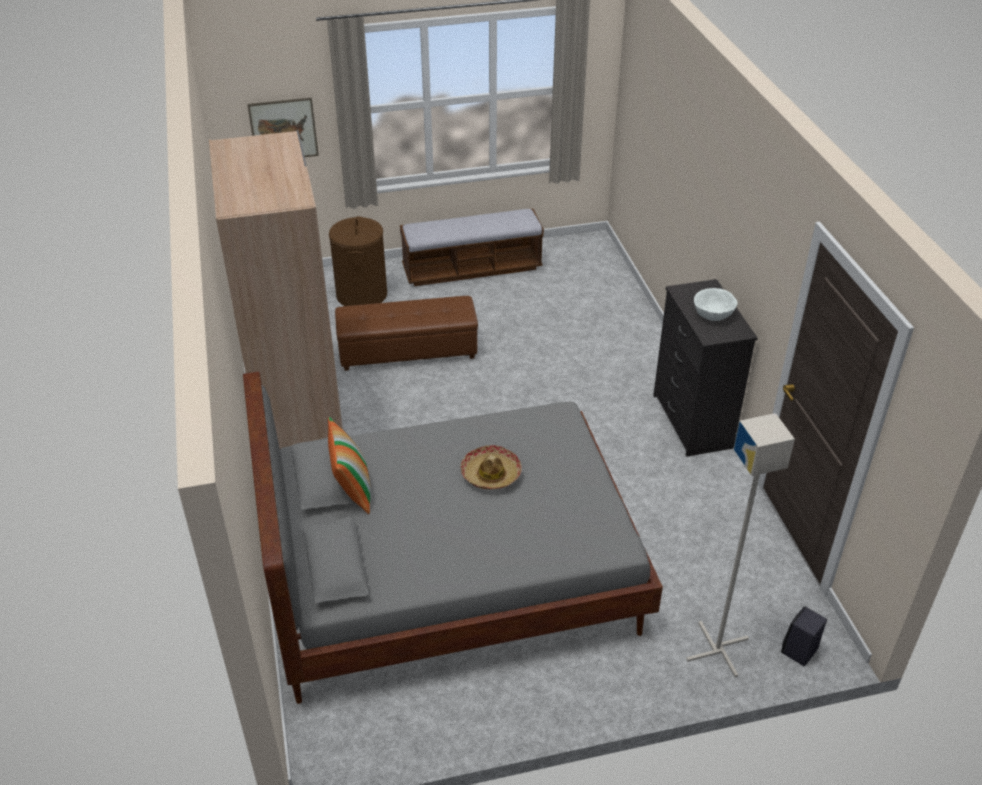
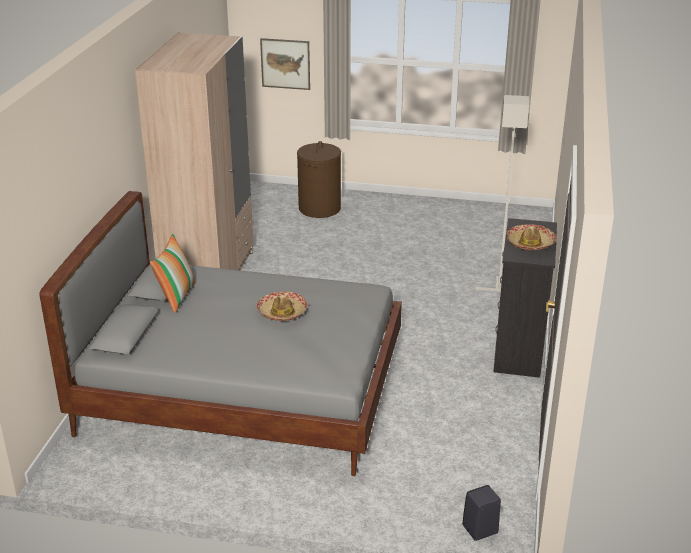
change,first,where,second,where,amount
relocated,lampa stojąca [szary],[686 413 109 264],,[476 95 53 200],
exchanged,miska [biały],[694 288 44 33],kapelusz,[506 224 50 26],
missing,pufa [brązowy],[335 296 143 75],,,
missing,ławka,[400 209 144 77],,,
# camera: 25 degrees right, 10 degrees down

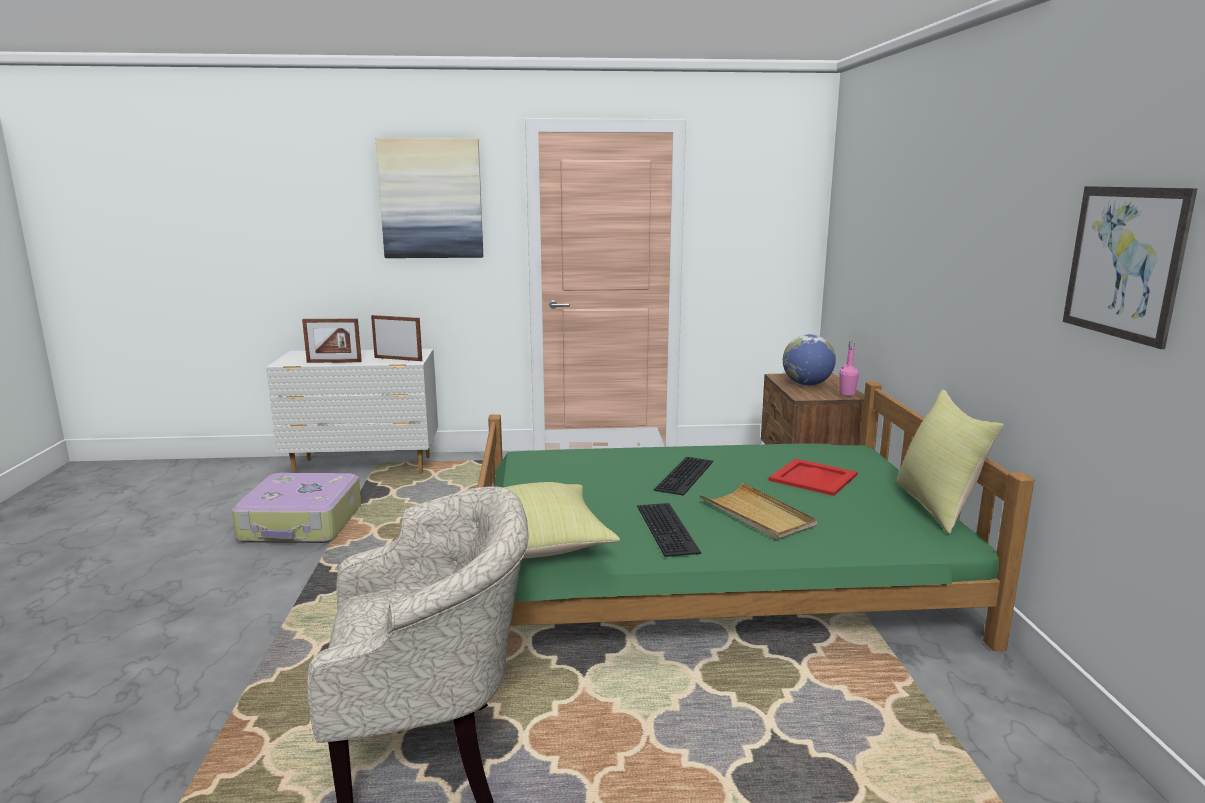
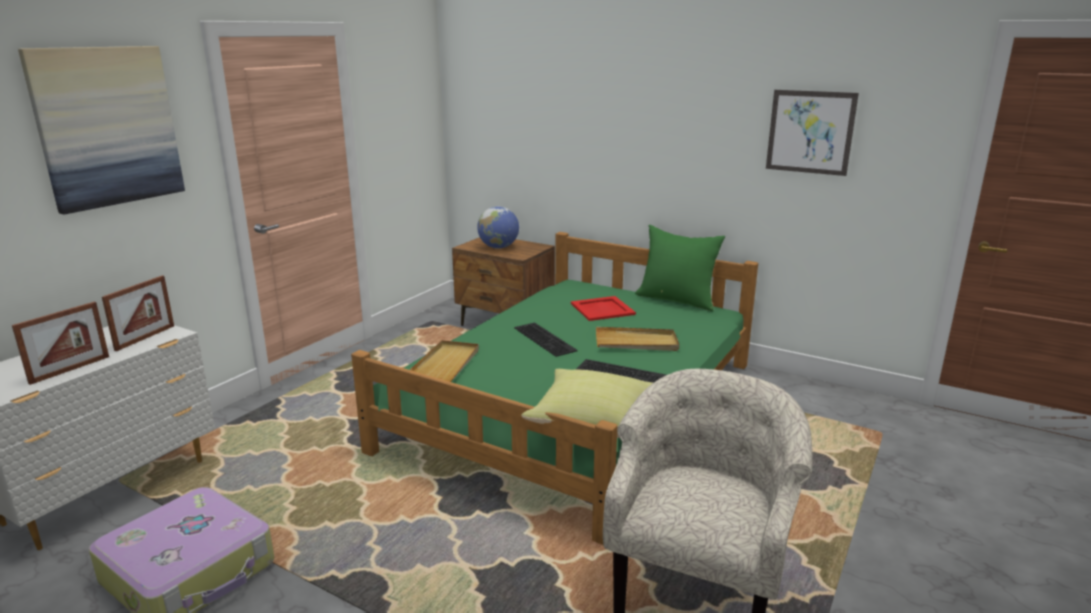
change,first,where,second,where,amount
spun,ramka na zdjęcie,[371 315 51 46],,[102 276 72 75],150 degrees clockwise
appeared,,,taca [beżowy],[410 340 69 42],
colour,poduszka [żółty],[896 390 108 144],poduszka [zielony],[635 225 90 86],
missing,butelka [różowy],[839 342 20 54],,,
# camera: 55 degrees left, 5 degrees up

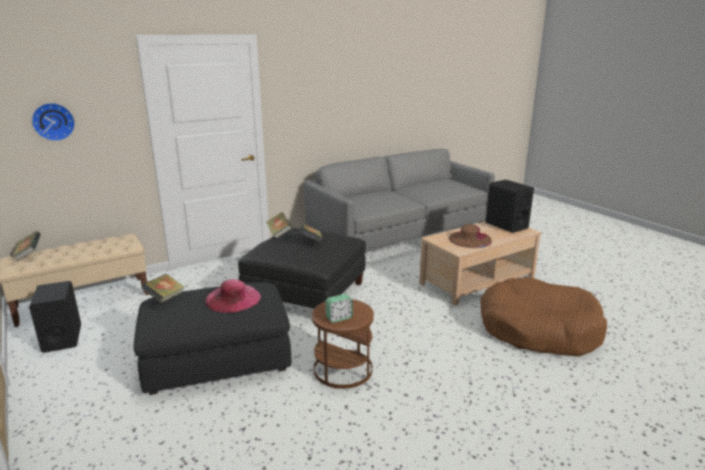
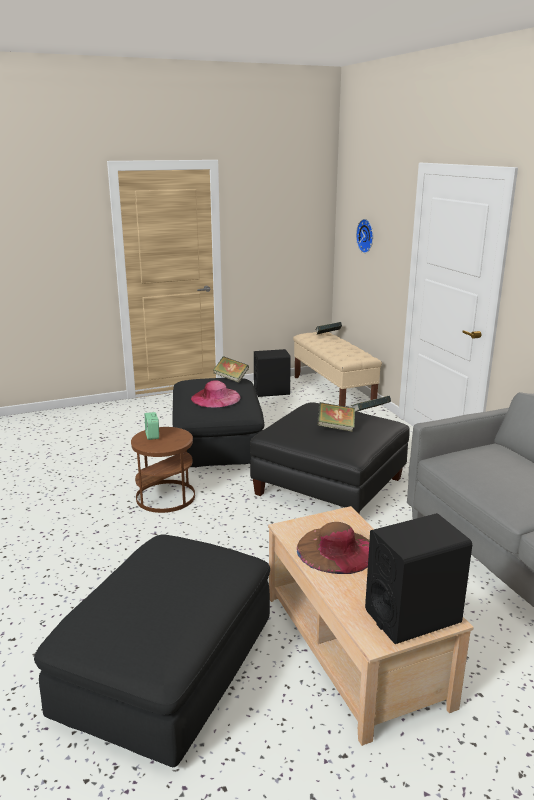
change,first,where,second,where,amount
exchanged,legowisko [brązowy],[480 277 127 79],pufa [czarny],[34 534 236 233],
# camera: 100 degrees right, 0 degrees up

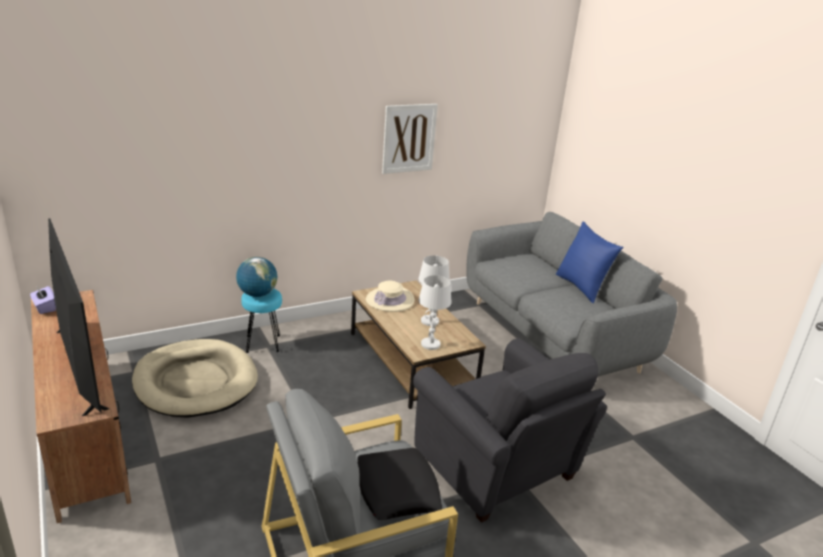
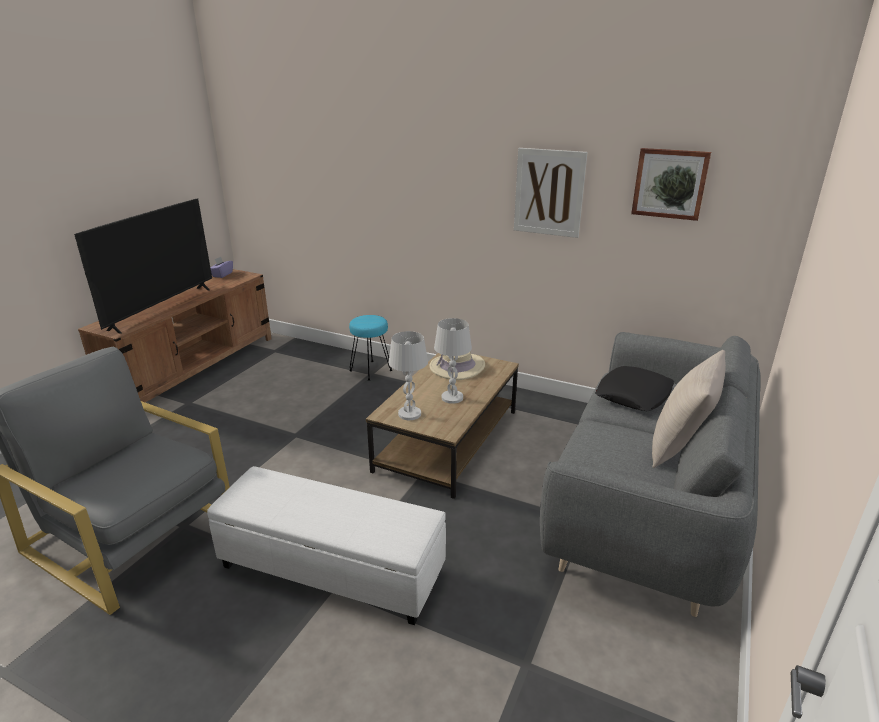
change,first,where,second,where,amount
exchanged,fotel [szary],[413 338 194 185],pufa [biały],[207 466 239 159],
relocated,poduszka [czarny],[357 448 86 72],,[595 366 79 45],
appeared,,,obraz,[631 148 80 73],
colour,poduszka [niebieski],[556 221 67 82],poduszka [beżowy],[652 350 74 118],
missing,legowisko [beżowy],[132 339 126 79],,,
missing,globus,[236 257 41 40],,,
# camera: 55 degrees right, 0 degrees up

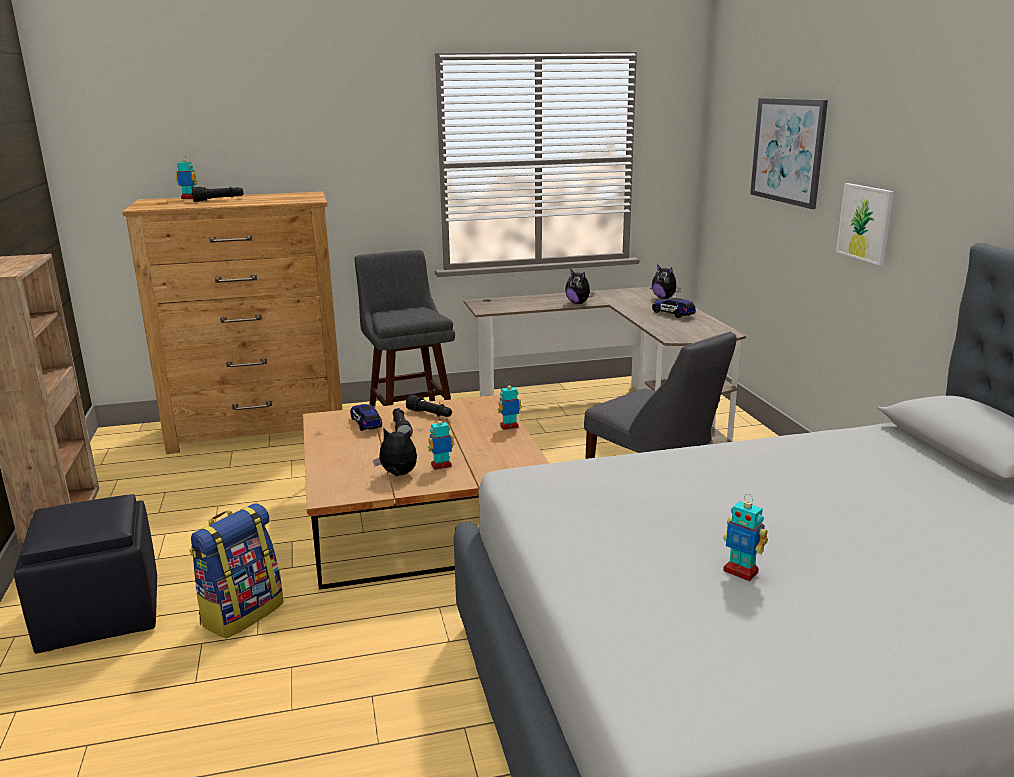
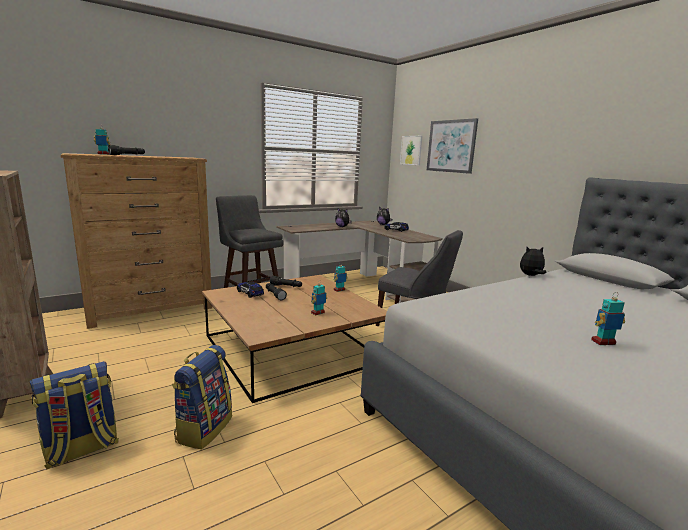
change,first,where,second,where,amount
exchanged,pufa [czarny],[14 494 143 160],plecak,[30 361 89 108],
relocated,obraz,[836 183 58 82],,[400 136 22 29],
relocated,pluszak,[373 428 44 48],,[520 246 26 30],
spun,robot zabawkowy,[723 494 45 87],,[591 292 34 53],150 degrees clockwise
# camera: 20 degrees left, 5 degrees down

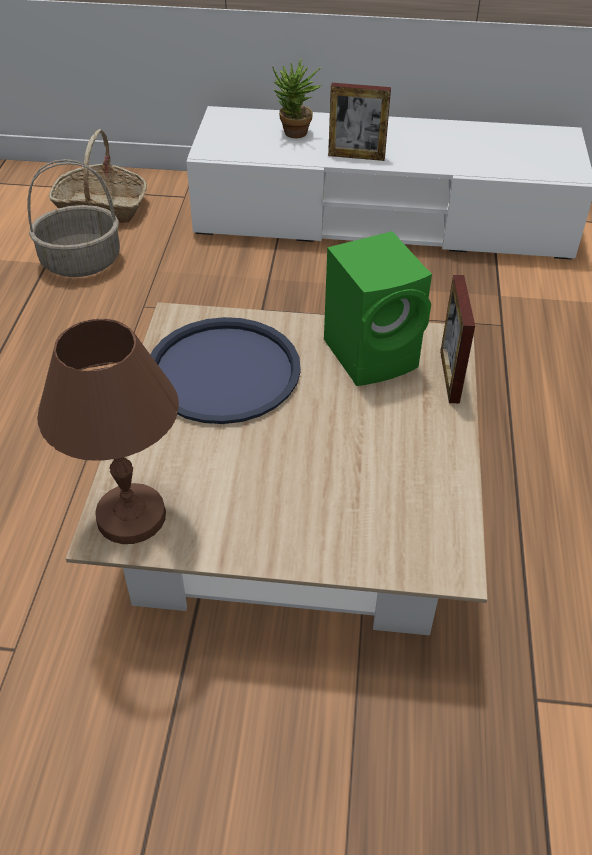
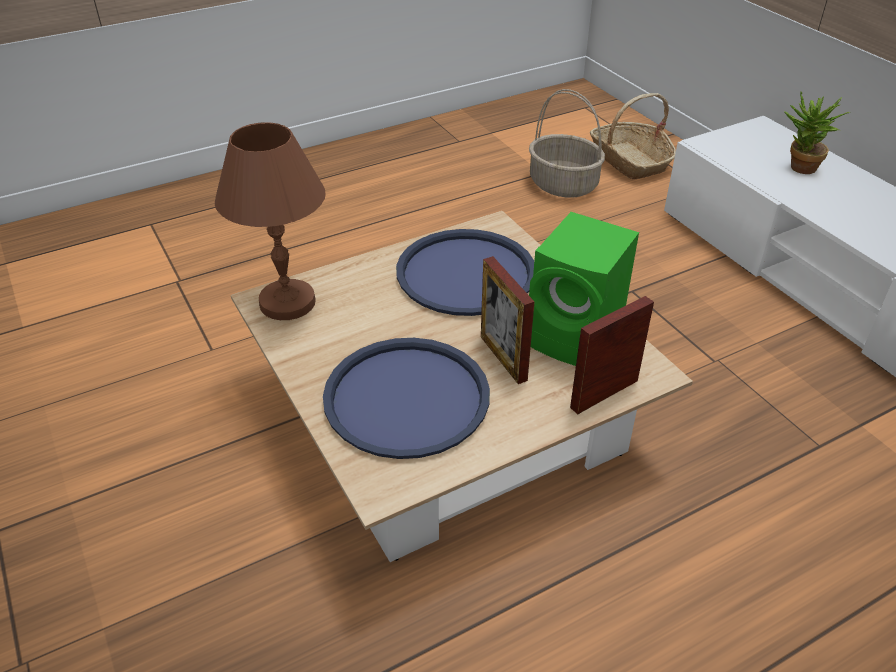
change,first,where,second,where,amount
appeared,,,taca [niebieski],[323 338 167 121],
relocated,ramka na zdjęcie,[328 83 63 78],,[481 256 53 128],
# camera: 55 degrees right, 5 degrees down

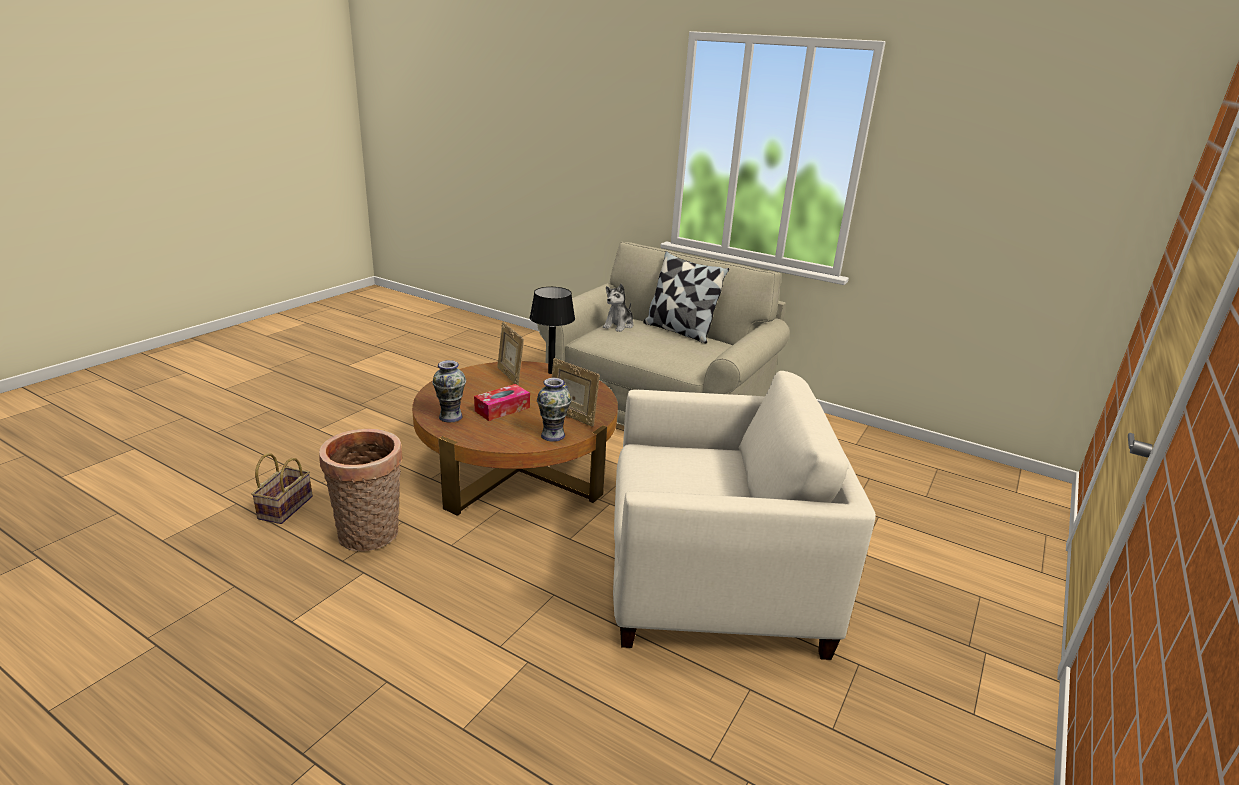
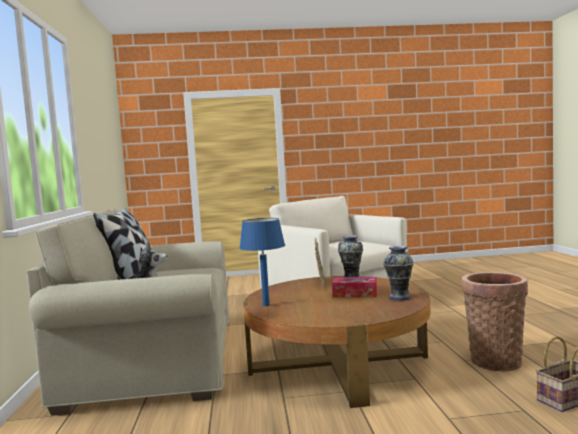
change,first,where,second,where,amount
colour,lampa stołowa [czarny],[530 287 45 87],lampa stołowa [niebieski],[240 218 45 88],
missing,ramka na zdjęcie,[497 322 27 63],,,
# camera: 125 degrees left, 20 degrees down

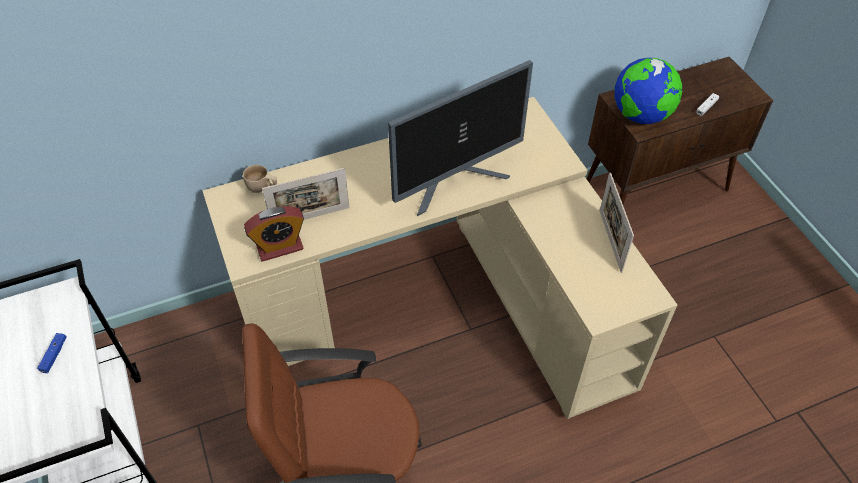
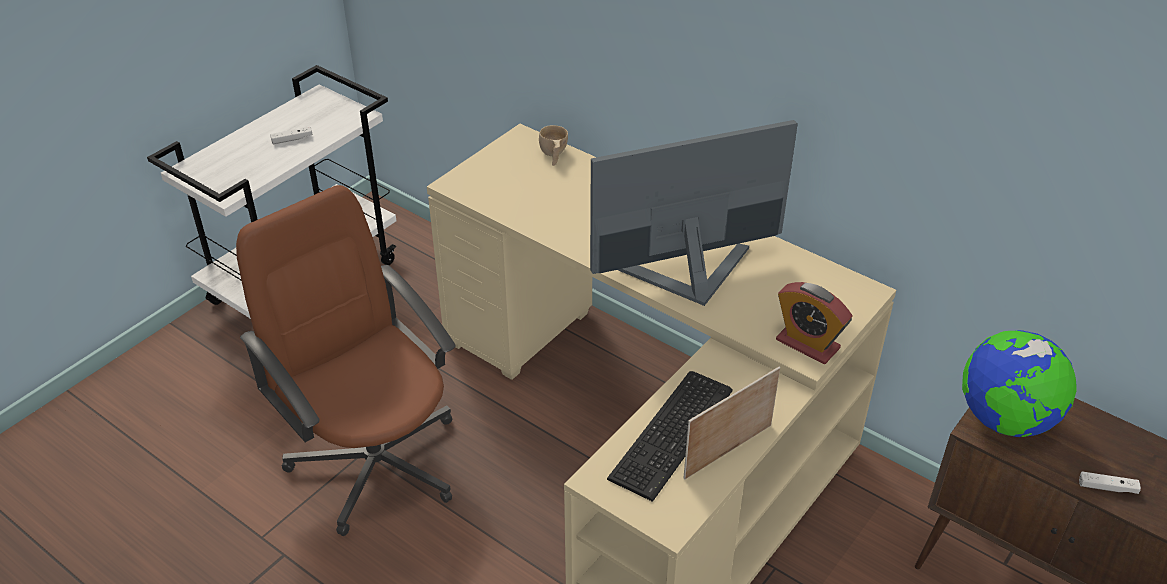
change,first,where,second,where,amount
colour,pad do gier [niebieski],[37 333 30 40],pad do gier [biały],[270 127 42 17],
spun,monitor,[388 60 145 156],,[590 120 208 186],135 degrees clockwise
appeared,,,klawiatura,[607 371 126 131],
relocated,budzik,[244 206 60 56],,[776 282 76 82],
missing,ramka na zdjęcie,[262 168 88 52],,,
# camera: 60 degrees right, 10 degrees down

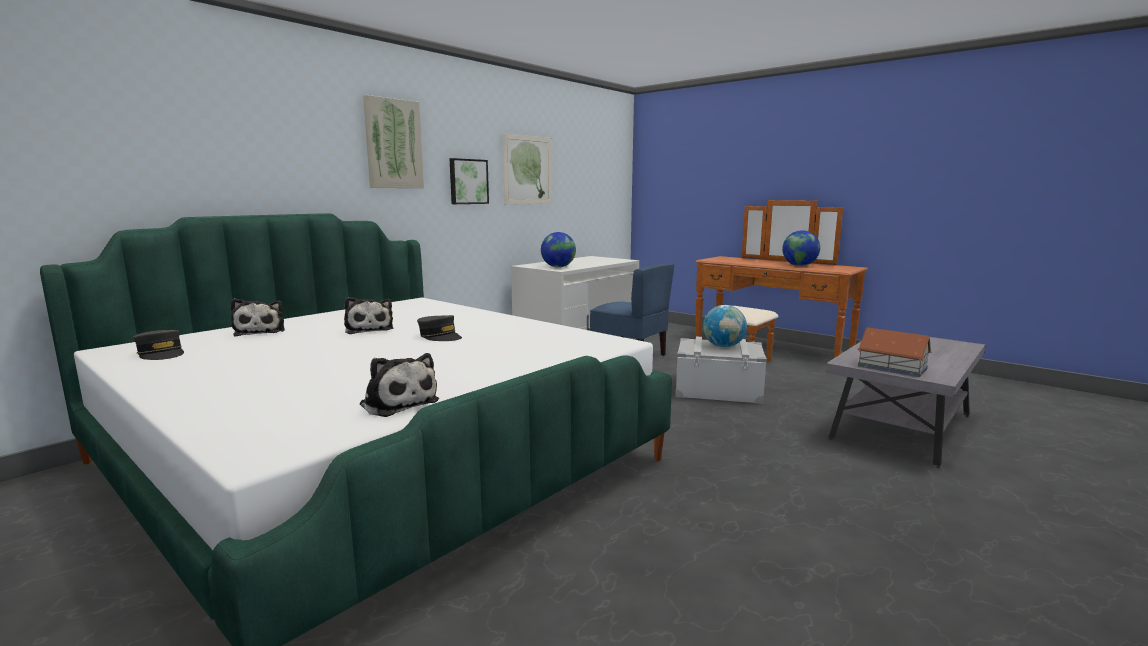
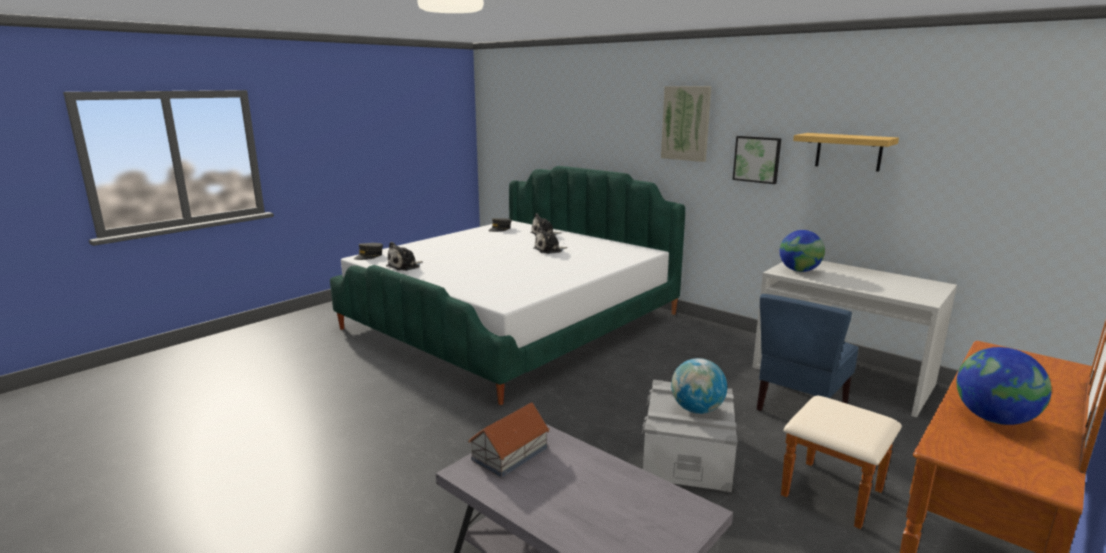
change,first,where,second,where,amount
relocated,czapka z daszkiem [szary],[417 315 45 26],,[354 243 29 17],
exchanged,obraz,[503 133 49 72],półka,[793 133 106 39],
# camera: 90 degrees right, 5 degrees up

